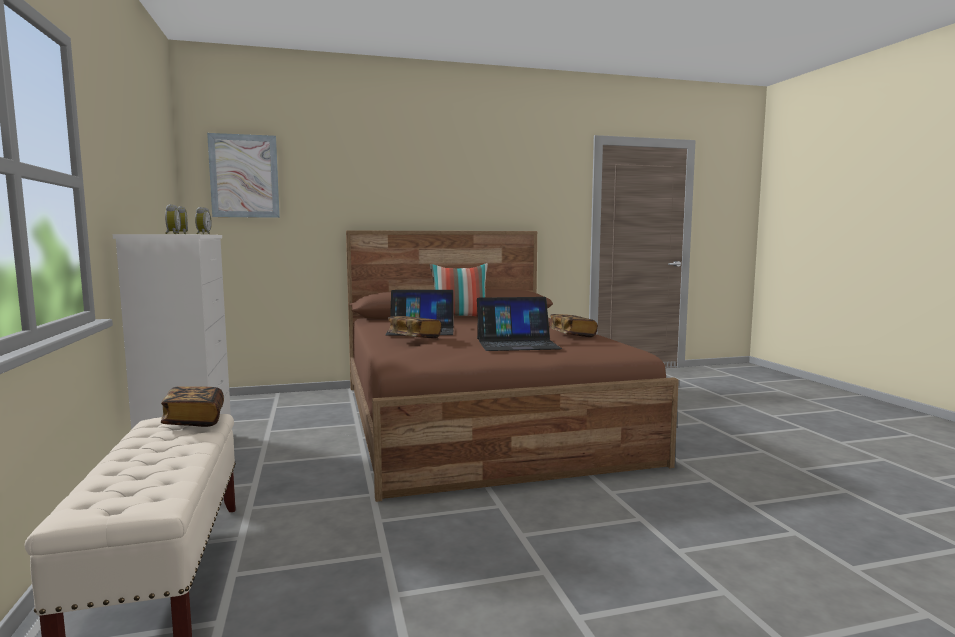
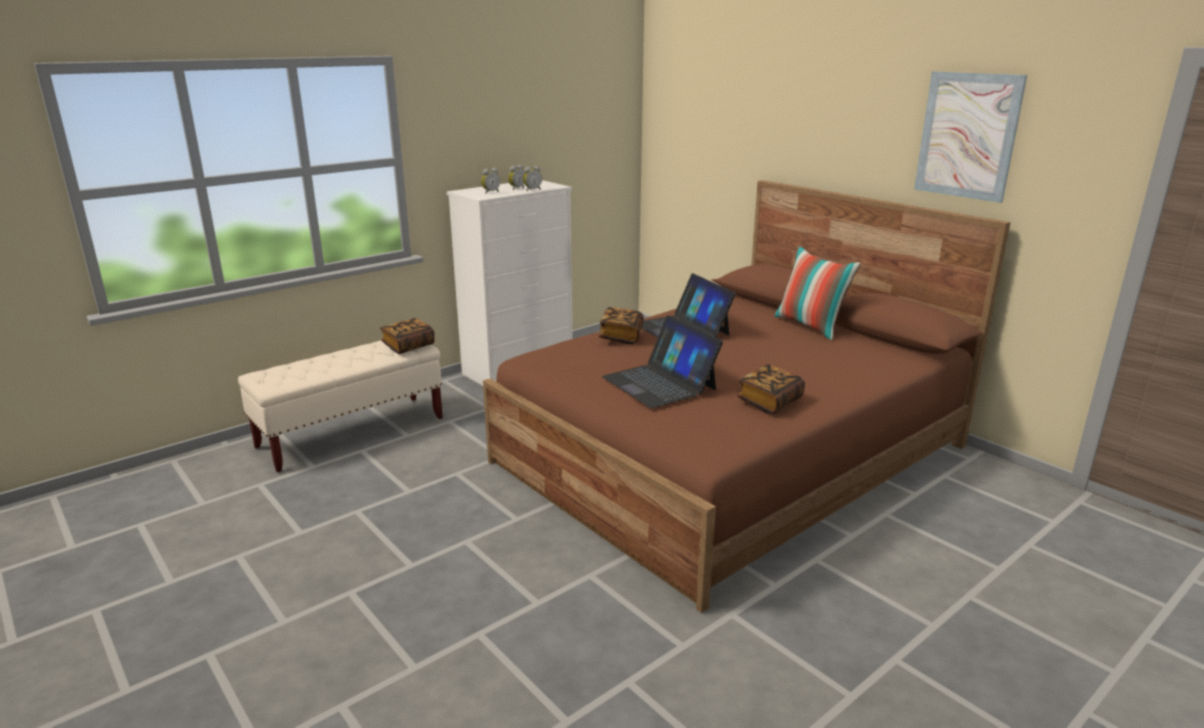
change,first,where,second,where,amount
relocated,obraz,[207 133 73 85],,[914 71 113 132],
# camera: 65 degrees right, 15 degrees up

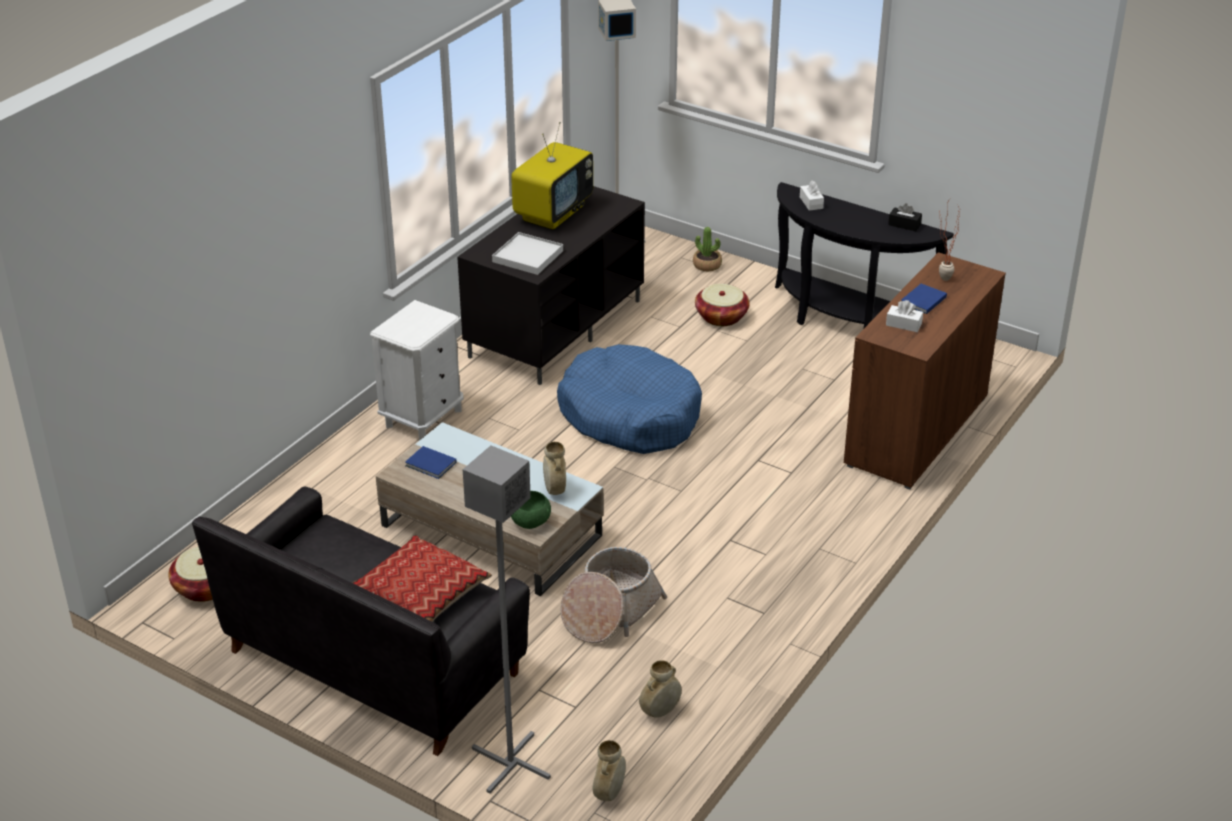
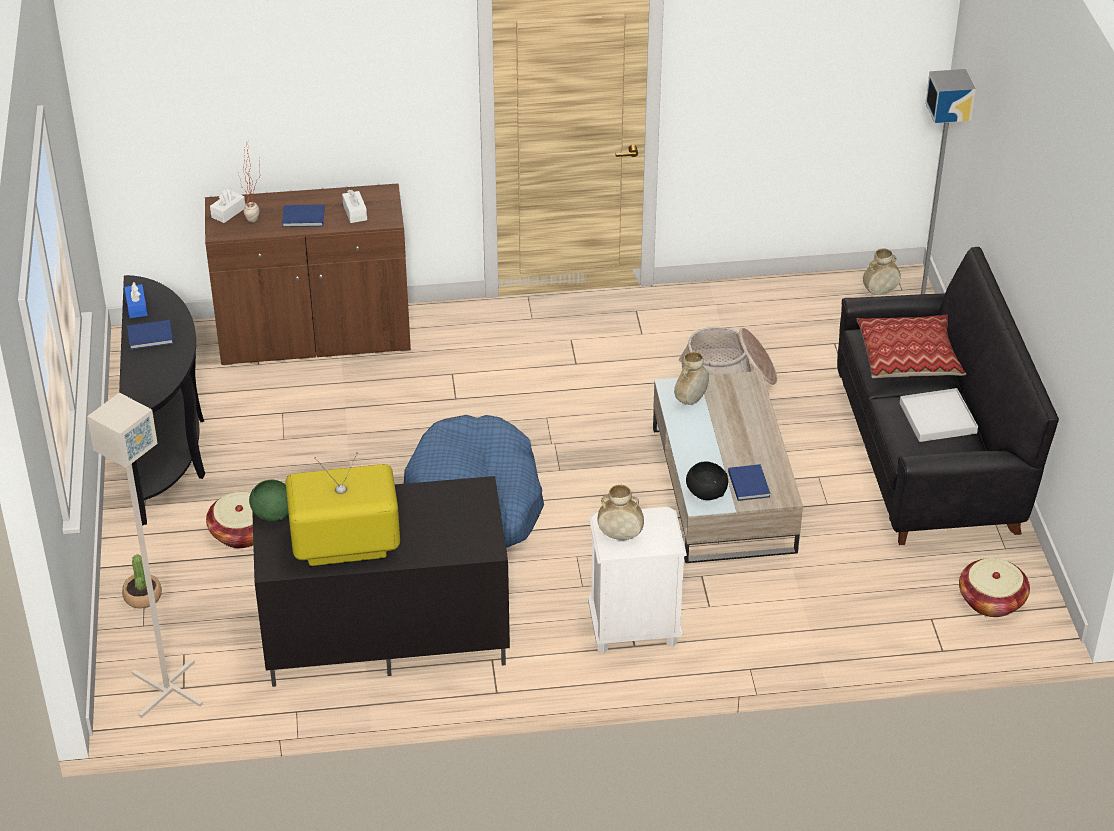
change,first,where,second,where,amount
colour,pudełko chusteczek [czarny],[888 203 34 28],pudełko chusteczek [niebieski],[124 282 24 36],
appeared,,,książka [niebieski],[127 320 46 30],
relocated,pudełko chusteczek [biały],[800 180 24 31],,[210 189 35 34],
relocated,miska [zielony],[511 491 40 38],,[249 480 40 41],
relocated,wazon [beżowy],[639 660 43 58],,[598 484 46 56],
appeared,,,miska [czarny],[686 462 42 38],
relocated,taca [biały],[492 232 71 43],,[900 388 78 54],
# camera: 130 degrees left, 5 degrees up

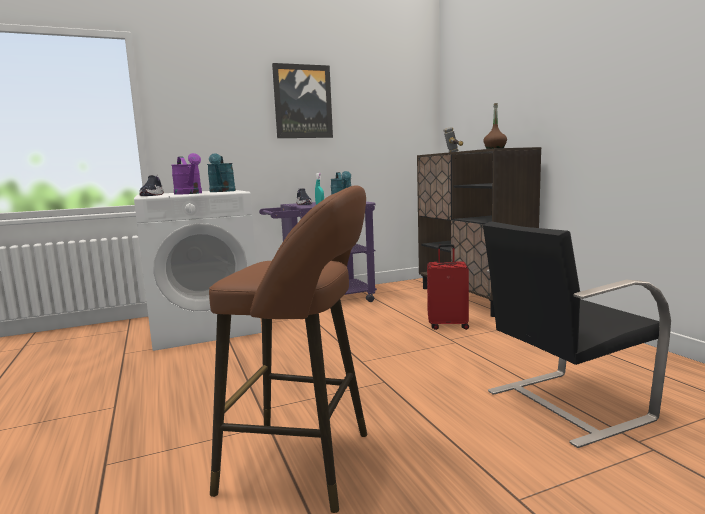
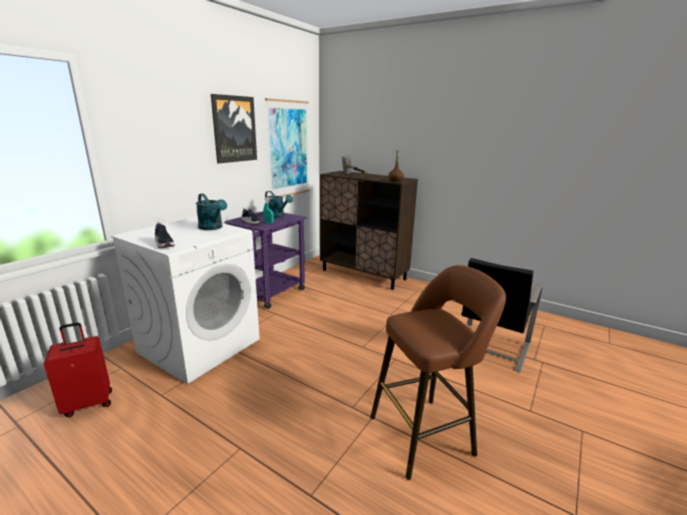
change,first,where,second,where,amount
relocated,walizka [czerwony],[427 244 42 86],,[44 323 68 94],
appeared,,,obraz,[265 98 45 99],
missing,konewka [fioletowy],[172 153 30 42],,,
# camera: 35 degrees left, 10 degrees up

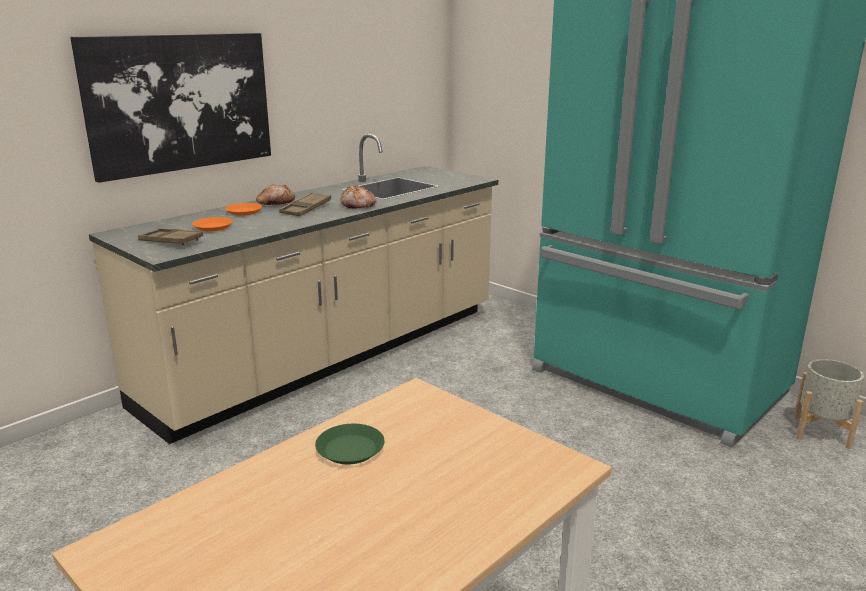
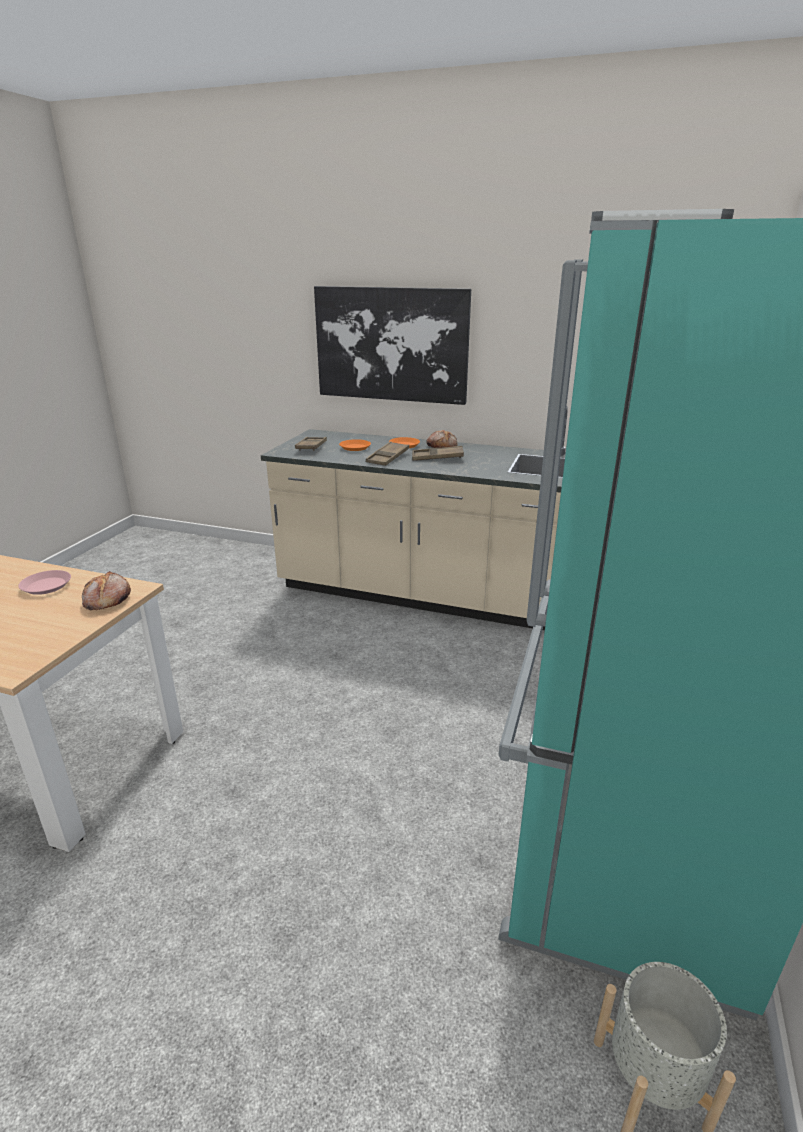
change,first,where,second,where,amount
colour,talerz [zielony],[315 424 69 40],talerz [różowy],[18 570 53 25],
relocated,chleb,[341 185 35 23],,[82 571 49 39],
appeared,,,taca [brązowy],[366 441 43 25],
# camera: 65 degrees right, 5 degrees up

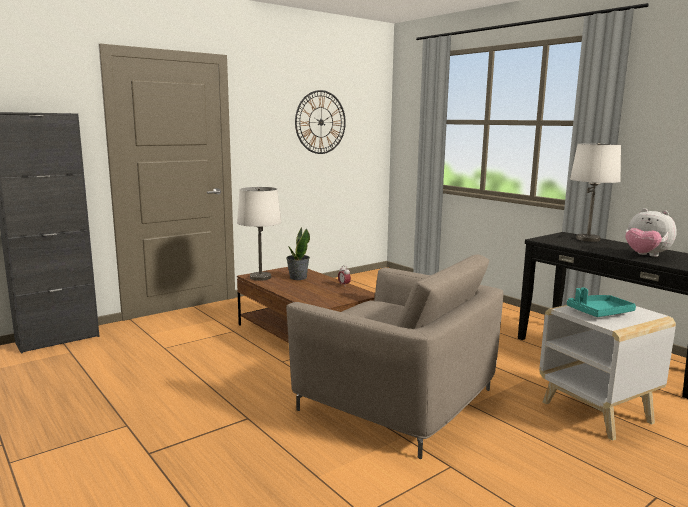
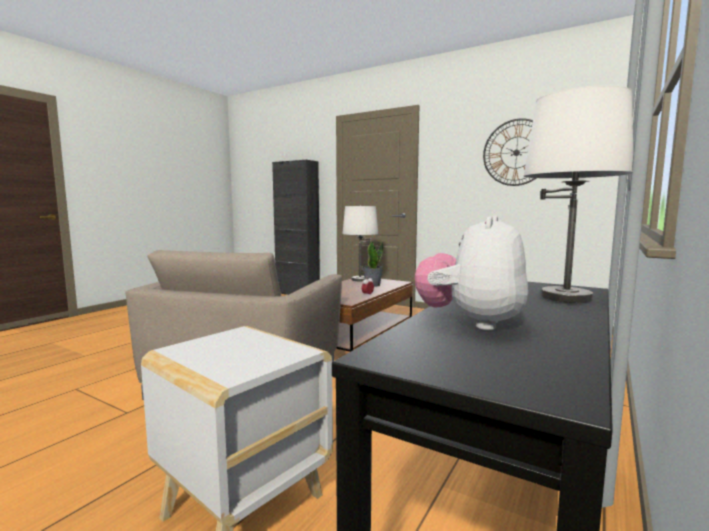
change,first,where,second,where,amount
missing,taca [turkusowy],[567 287 69 30],,,
# camera: 70 degrees right, 5 degrees down

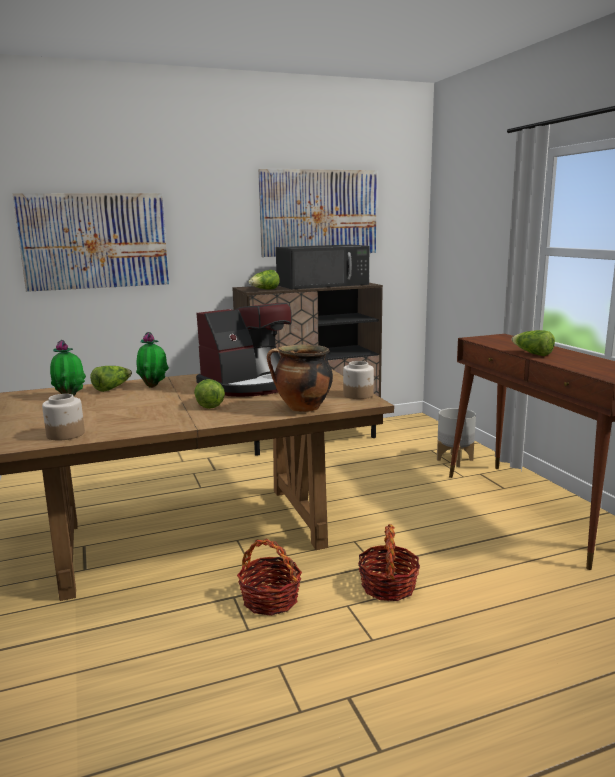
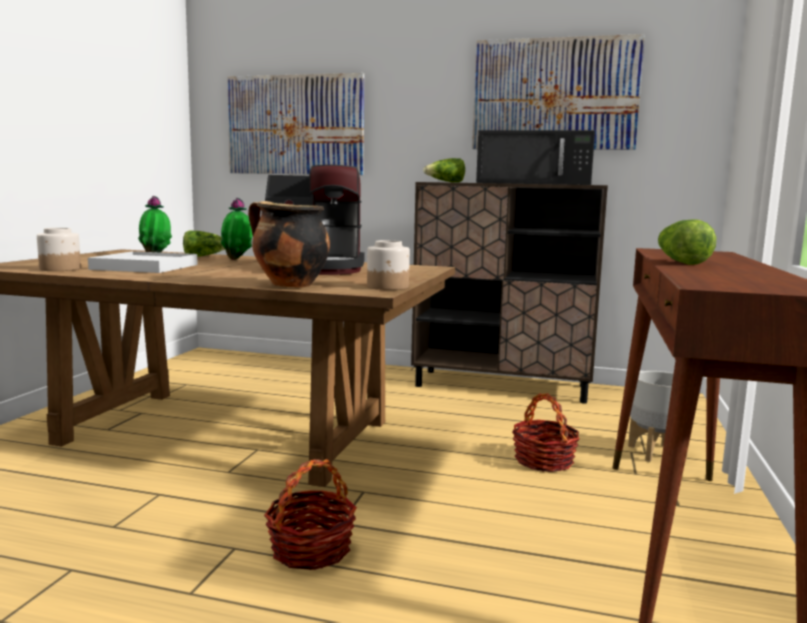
change,first,where,second,where,amount
appeared,,,taca [biały],[88 251 110 22],
relocated,koszyk,[237 539 65 77],,[512 393 68 79],
missing,sałata,[194 379 31 30],,,
# camera: 35 degrees right, 5 degrees down

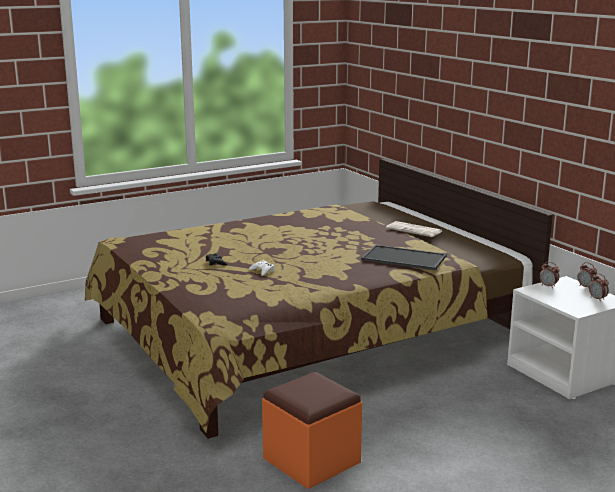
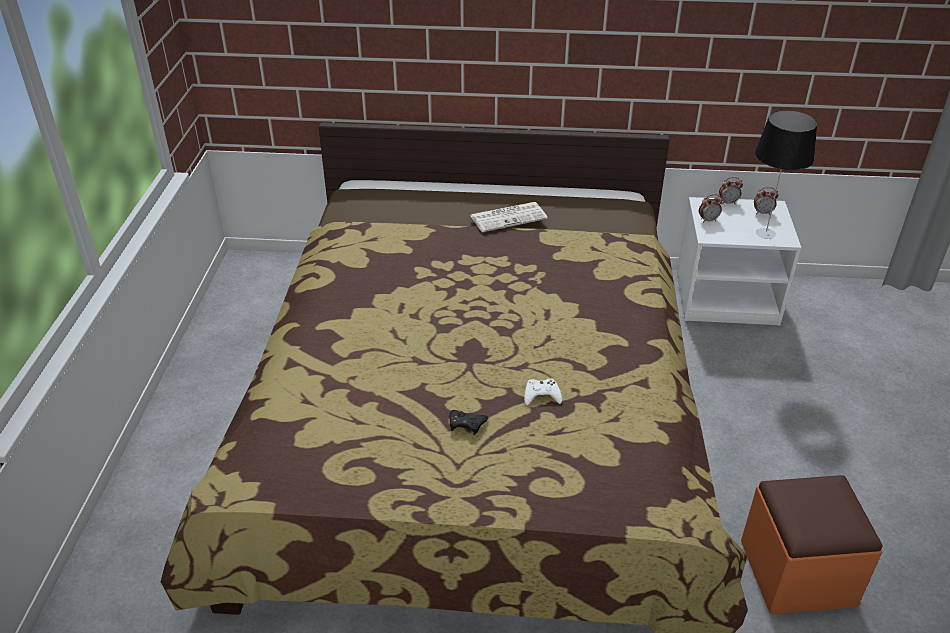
change,first,where,second,where,amount
appeared,,,lampa stołowa,[755 110 62 129],
missing,taca,[361 245 86 26],,,
# camera: 55 degrees left, 20 degrees up

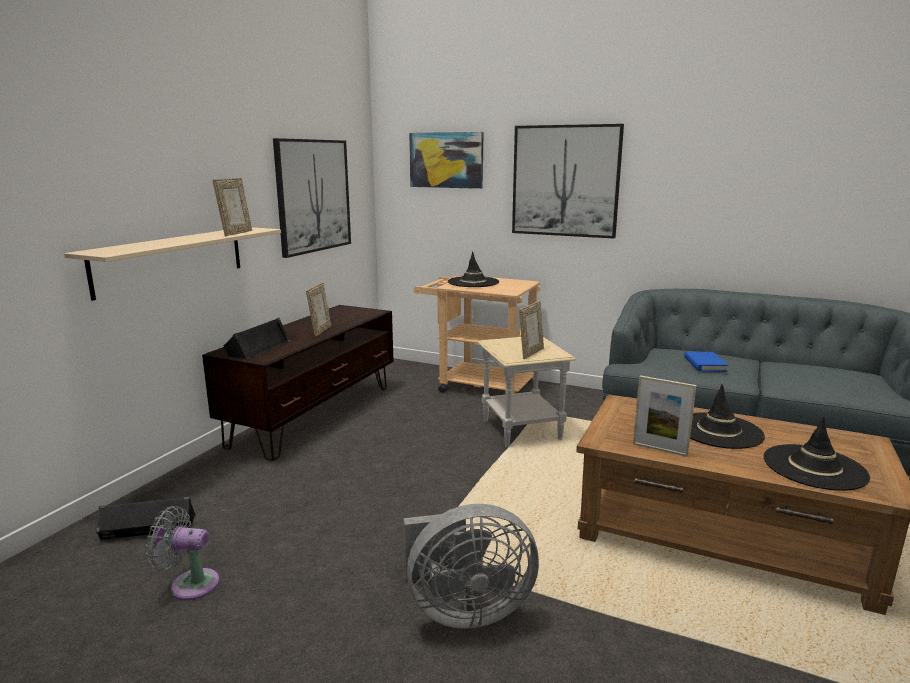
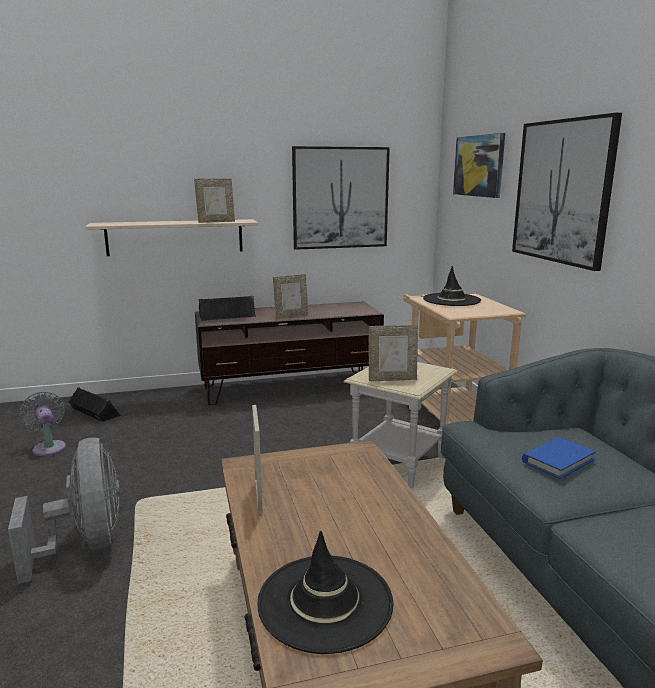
change,first,where,second,where,amount
spun,wentylator [szary],[404 504 135 125],,[8 438 112 146],150 degrees counterclockwise
missing,kapelusz [czarny],[690 384 75 65],,,
# camera: 50 degrees right, 0 degrees up

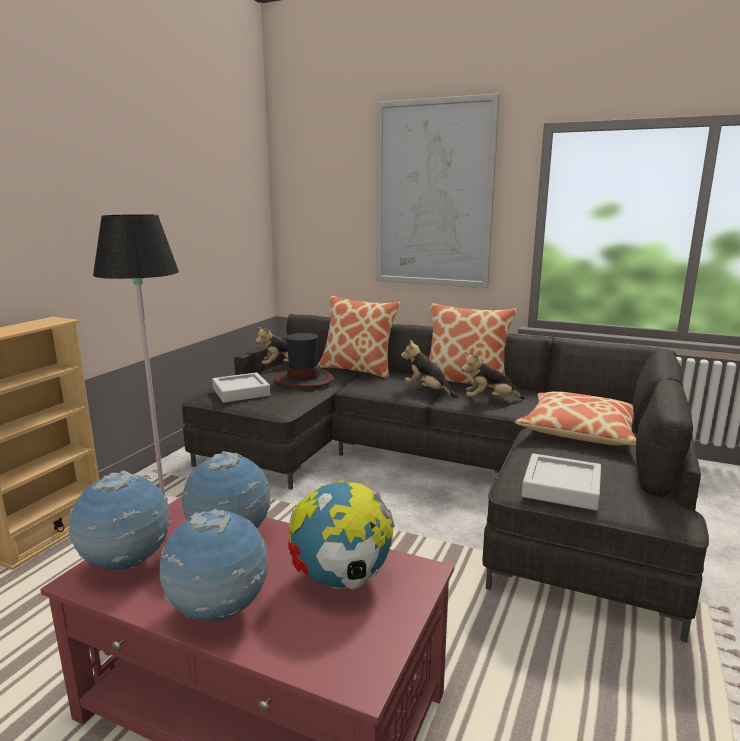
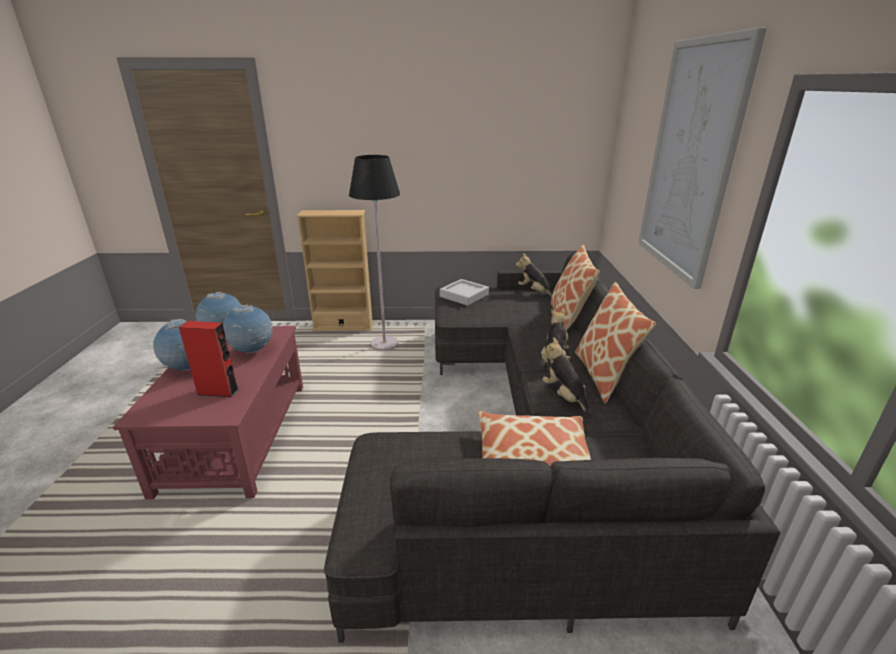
change,first,where,second,where,amount
exchanged,globus,[288 481 107 109],głośnik [czerwony],[179 321 60 76],
missing,kapelusz,[273 333 60 55],,,
missing,taca [szary],[522 453 79 58],,,
# camera: 65 degrees right, 10 degrees up

